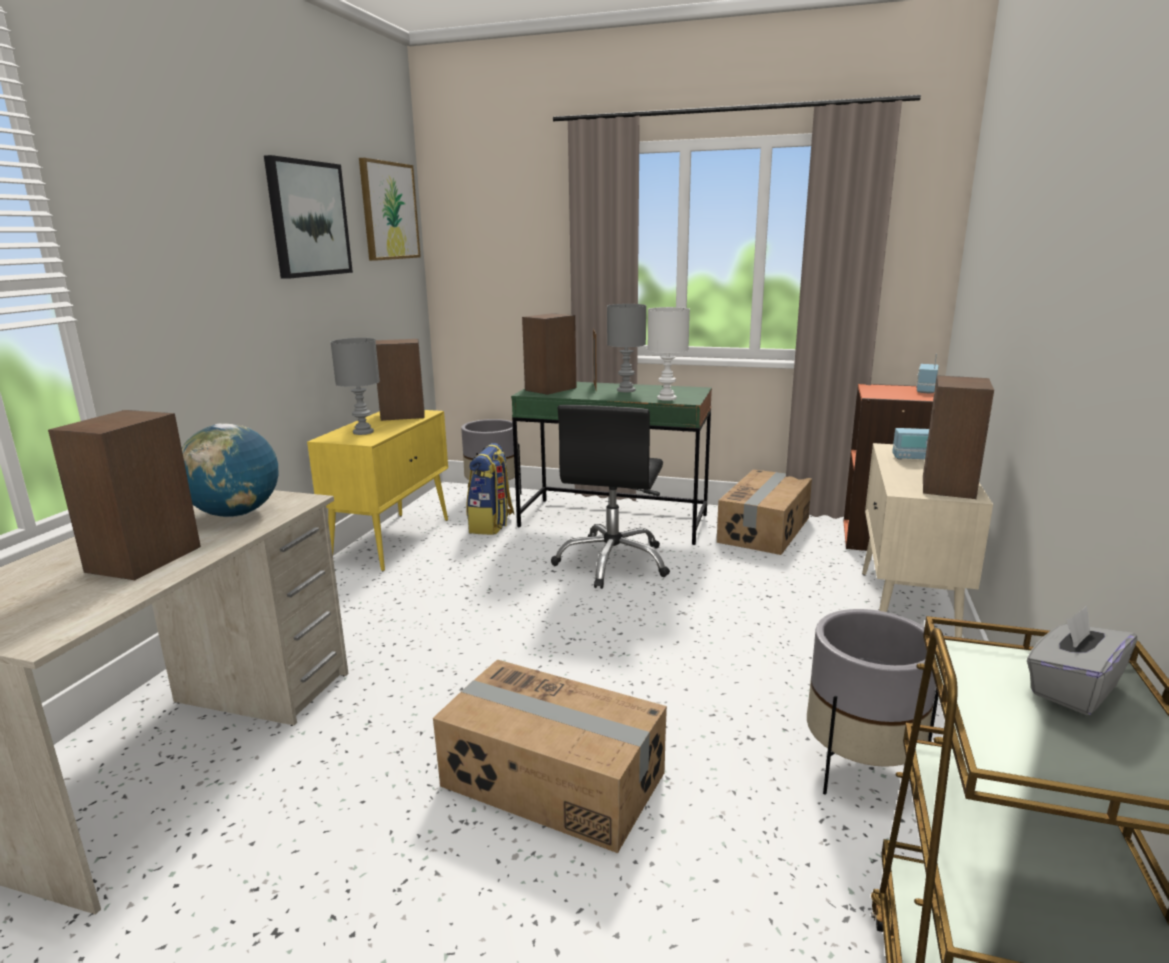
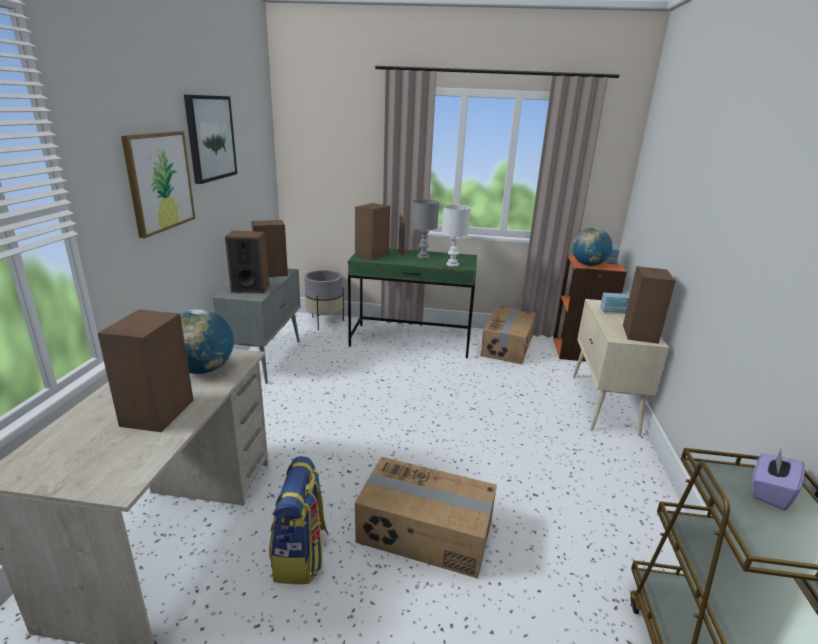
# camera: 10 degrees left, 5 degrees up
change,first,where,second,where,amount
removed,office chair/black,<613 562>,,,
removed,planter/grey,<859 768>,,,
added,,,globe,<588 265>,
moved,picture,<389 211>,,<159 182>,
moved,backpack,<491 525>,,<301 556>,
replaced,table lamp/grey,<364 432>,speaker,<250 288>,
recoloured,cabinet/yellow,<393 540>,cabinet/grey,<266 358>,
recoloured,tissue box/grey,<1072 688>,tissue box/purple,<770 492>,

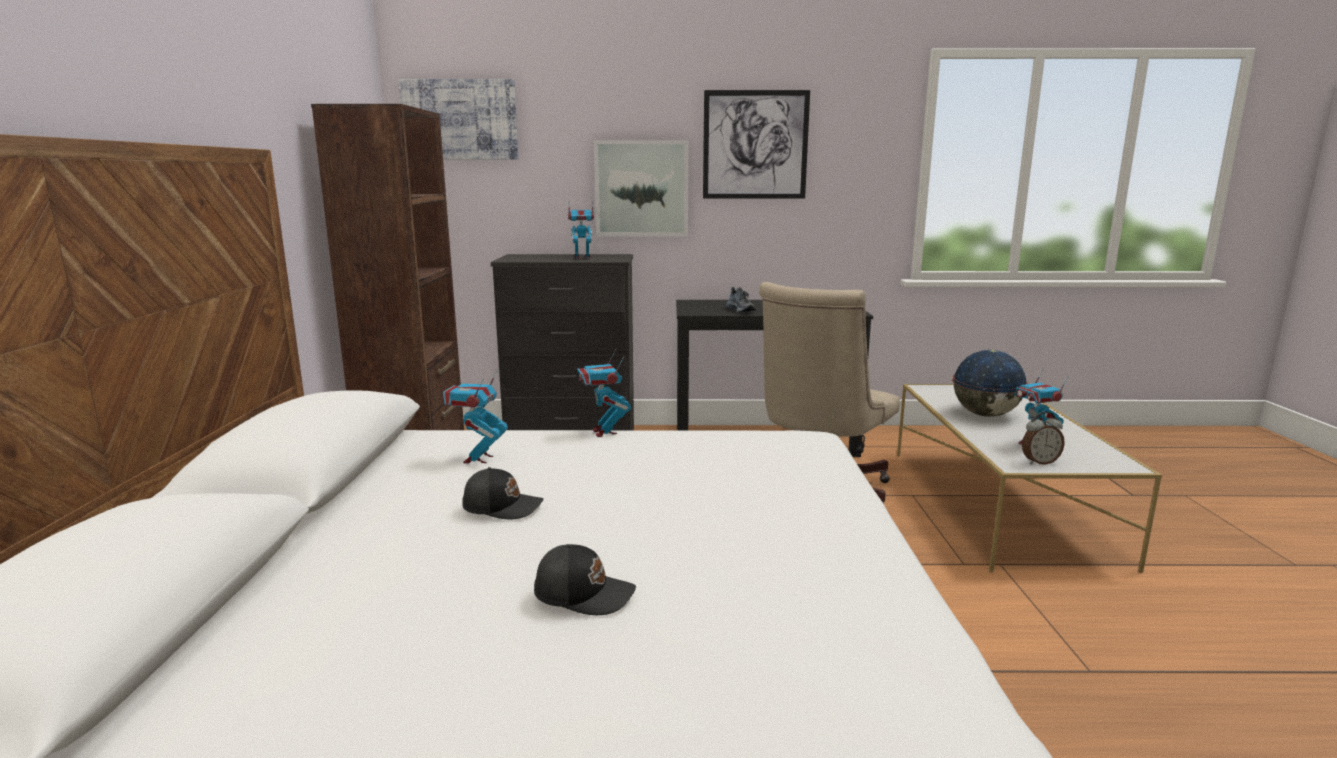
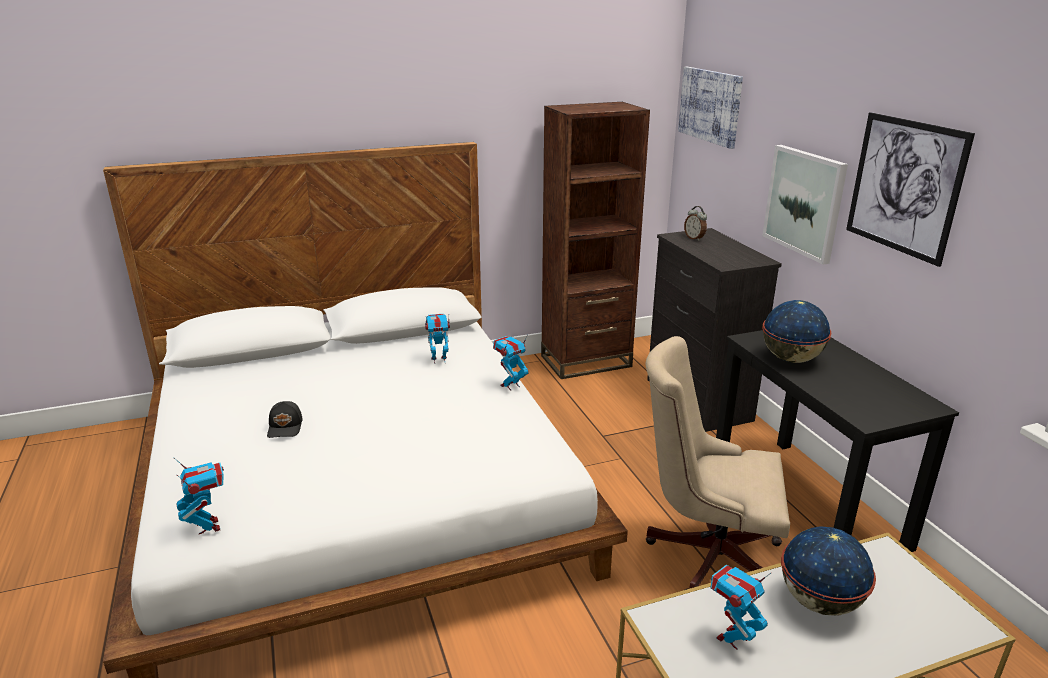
# camera: 70 degrees right, 10 degrees up
change,first,where,second,where,amount
removed,cap/black,<503 506>,,,
moved,toy robot,<582 258>,,<209 526>,
moved,alarm clock,<1039 462>,,<694 238>,
replaced,shoe,<741 310>,globe,<791 359>,

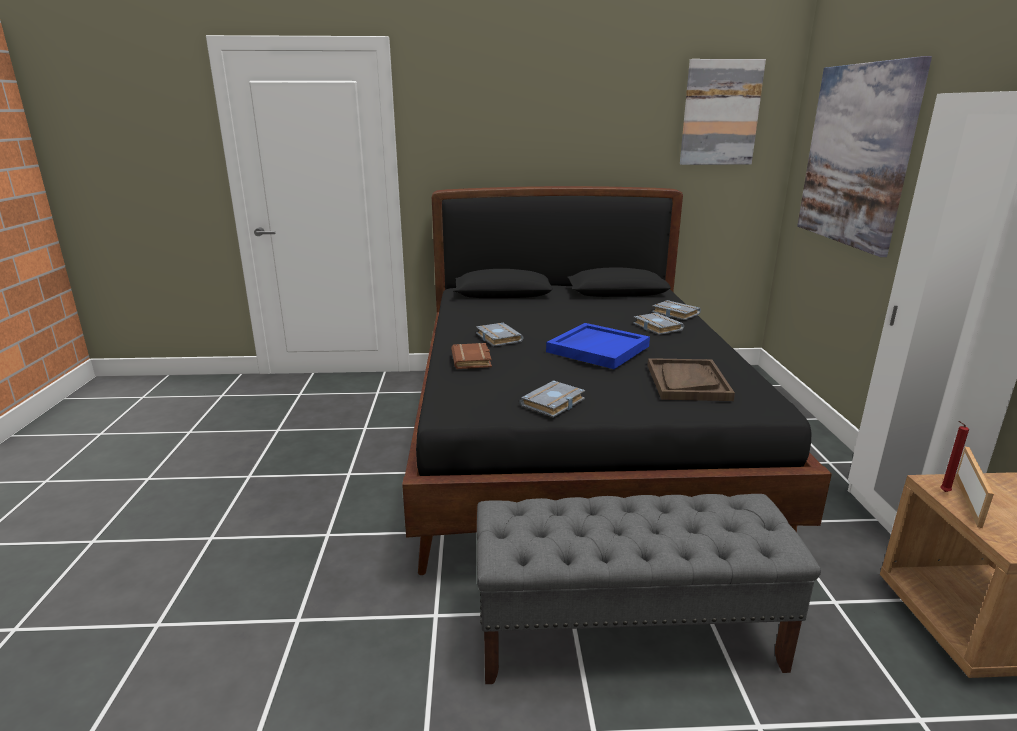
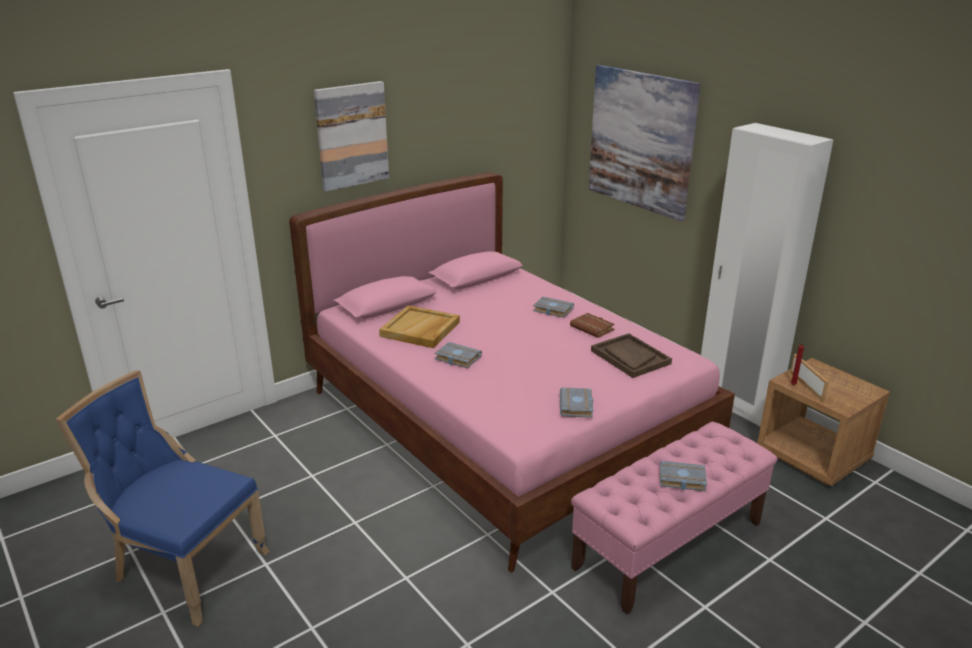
# camera: 35 degrees left, 5 degrees up
change,first,where,second,where,amount
removed,tray/blue,<597 348>,,,
added,,,chair/blue,<185 568>,
added,,,tray/beige,<420 330>,
moved,book/brown,<473 360>,,<593 328>,
moved,book/grey,<674 313>,,<681 480>,
moved,picture,<720 113>,,<351 135>,
recoloured,bed/black,<574 446>,bed/pink,<502 424>,
recoloured,bench/grey,<628 634>,bench/pink,<669 544>,

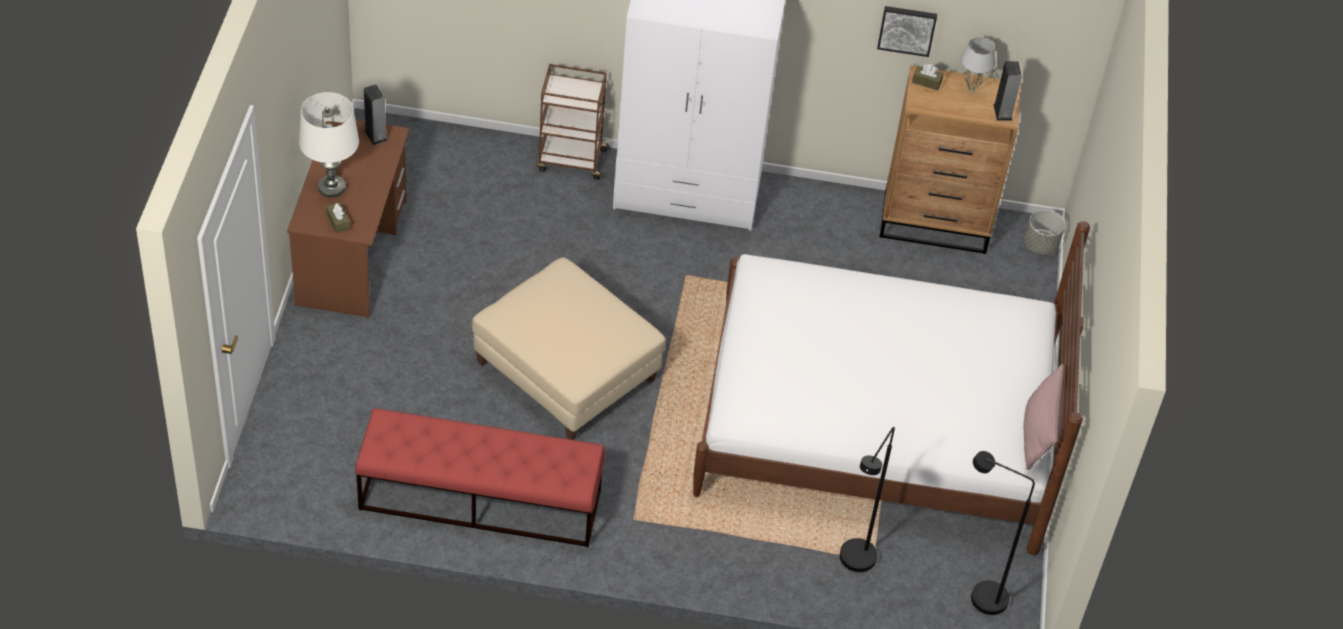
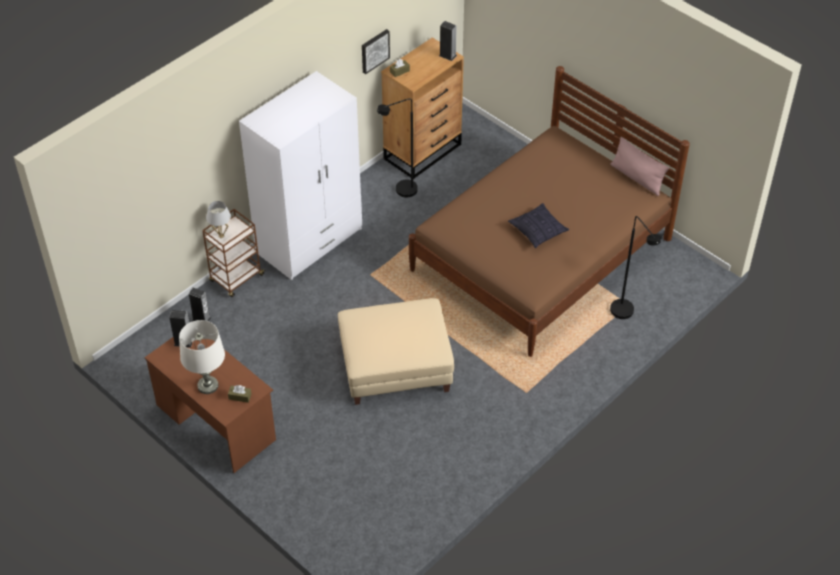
# camera: 50 degrees left, 0 degrees up
change,first,where,second,where,amount
removed,bench/red,<479 499>,,,
removed,planter/grey,<1040 245>,,,
added,,,speaker,<201 319>,
added,,,pillow,<538 231>,
moved,table lamp/white,<971 90>,,<221 236>,
moved,floor lamp/black,<978 595>,,<401 192>,
recoloured,bed/white,<875 426>,bed/brown,<541 254>,

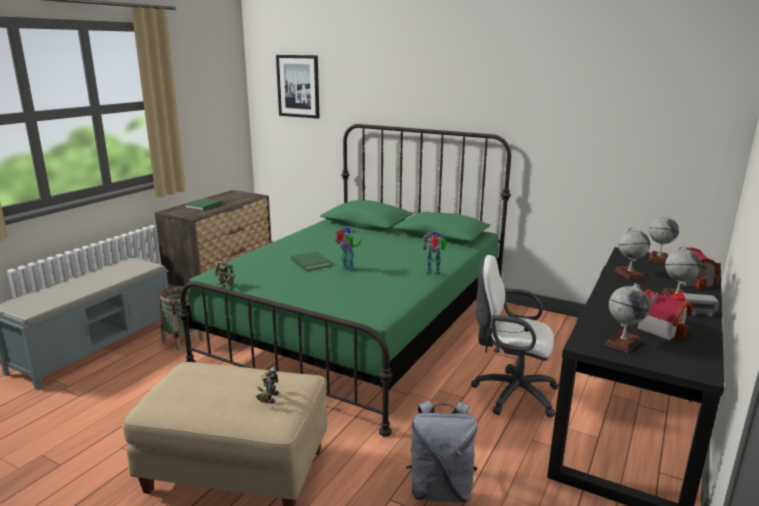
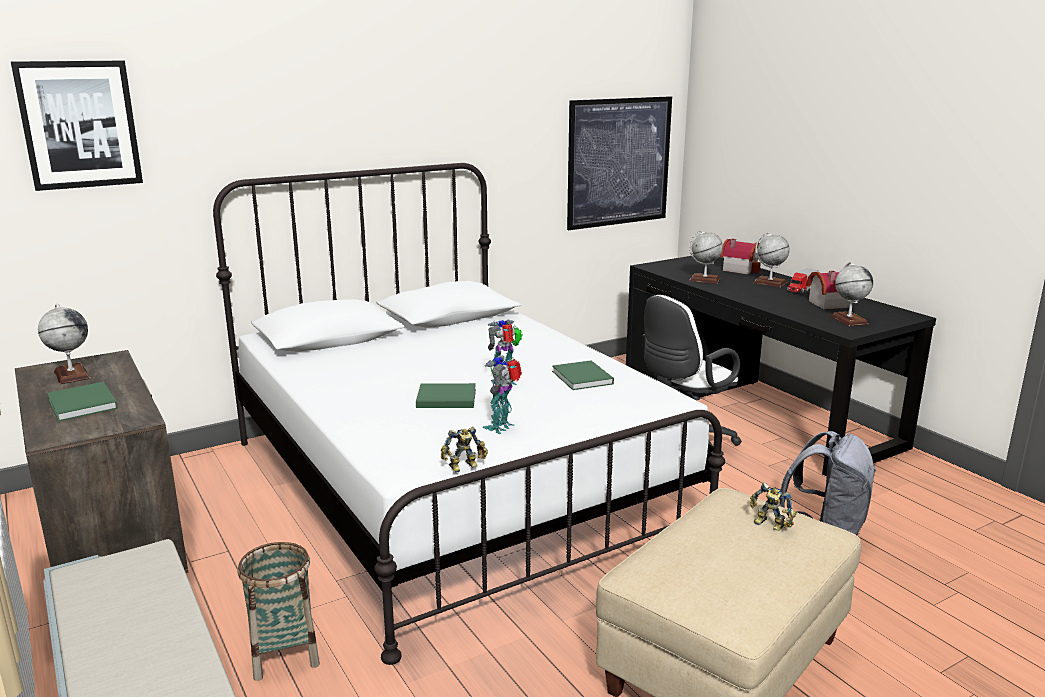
# camera: 60 degrees left, 0 degrees up
change,first,where,second,where,amount
added,,,book/green,<583 378>,
added,,,picture,<619 162>,
moved,toy robot,<434 274>,,<502 427>,
moved,globe,<658 258>,,<72 375>,
recoloured,bed/green,<361 330>,bed/white,<452 486>,

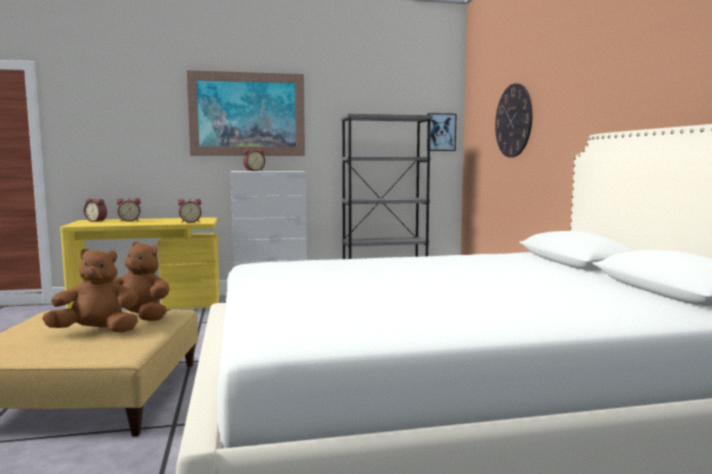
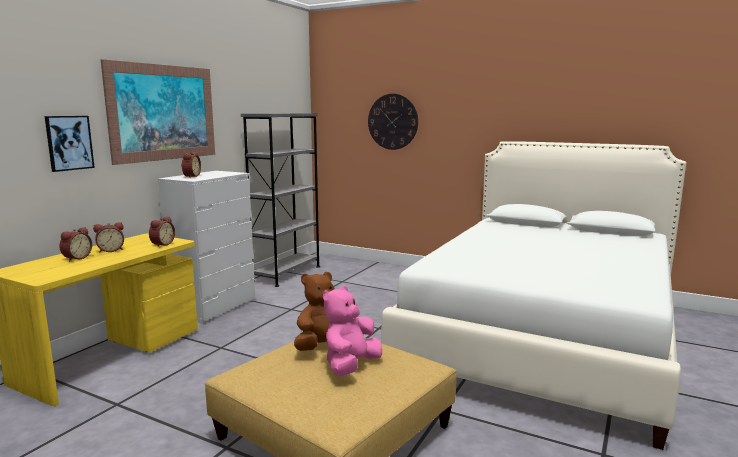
# camera: 50 degrees left, 5 degrees up
change,first,where,second,where,amount
moved,alarm clock,<97 221>,,<111 250>,
moved,picture,<441 132>,,<69 143>,
recoloured,plush toy/brown,<97 332>,plush toy/pink,<351 366>,

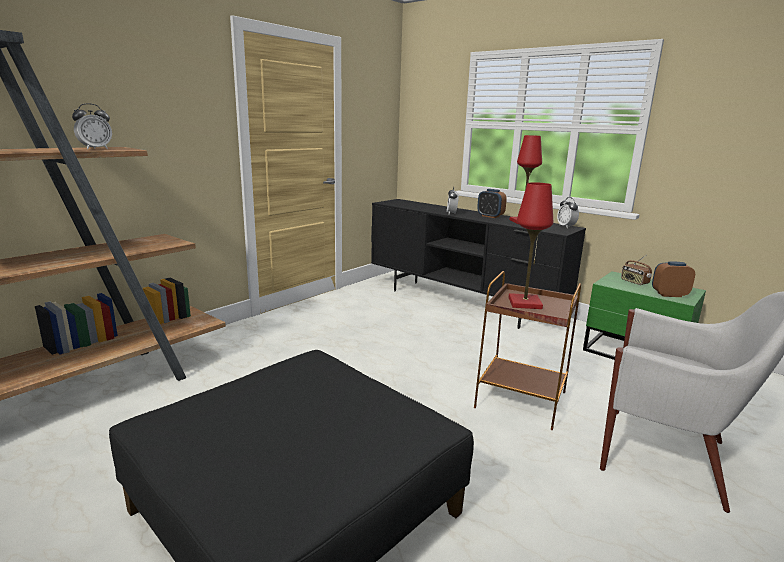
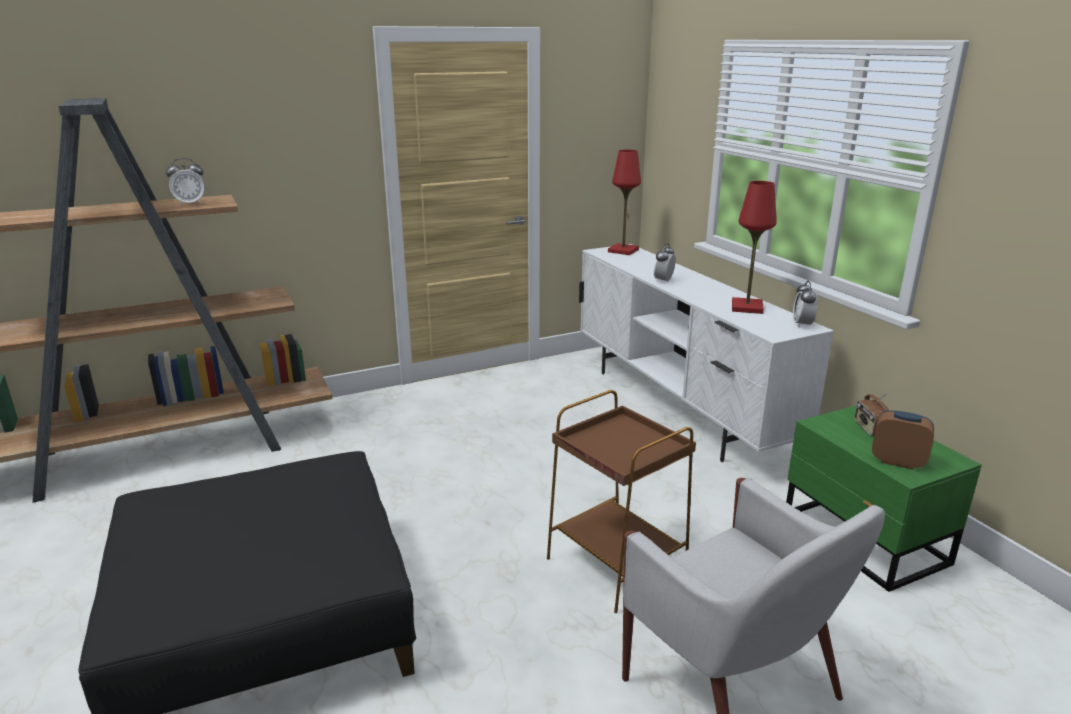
# camera: 25 degrees right, 5 degrees up
change,first,where,second,where,amount
removed,alarm clock,<490 216>,,,
moved,table lamp/red,<525 303>,,<623 251>,
recoloured,tv stand/black,<462 303>,tv stand/white,<678 408>,

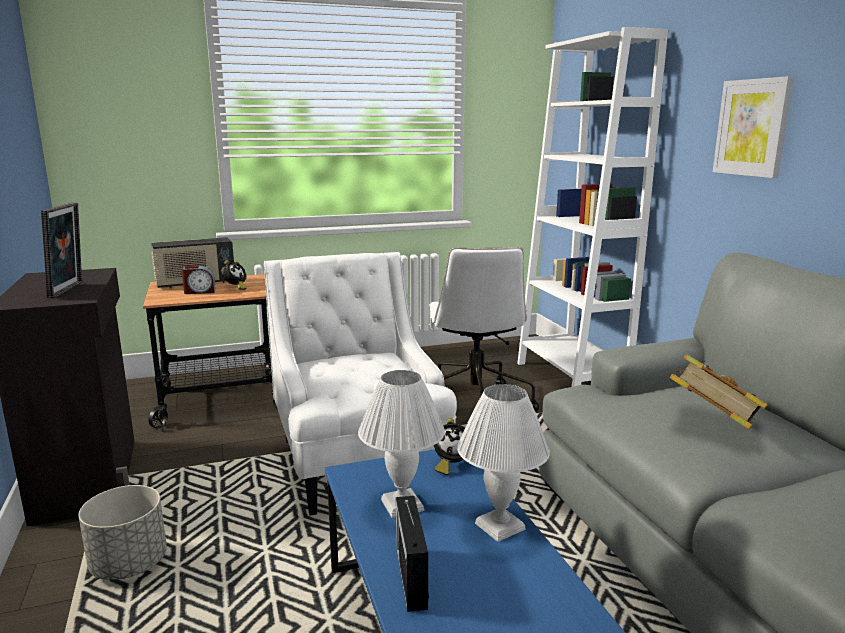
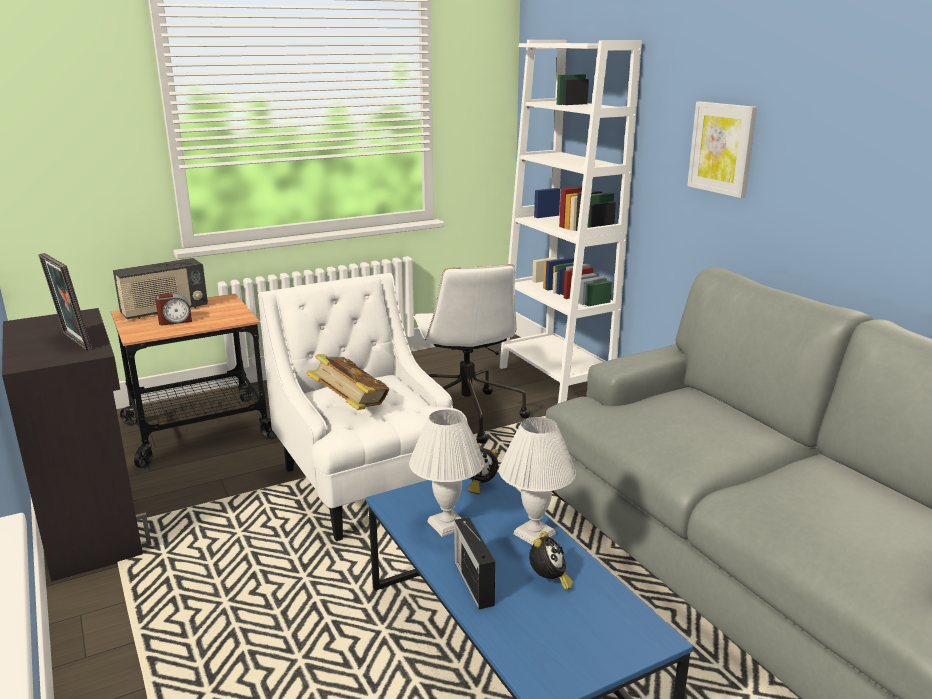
# camera: 10 degrees left, 5 degrees up
change,first,where,second,where,amount
removed,planter/grey,<129 564>,,,
moved,alarm clock,<236 288>,,<549 581>,
moved,book,<712 425>,,<350 407>,
turned,picture frame,<69 290>,,<73 342>,150 degrees clockwise

